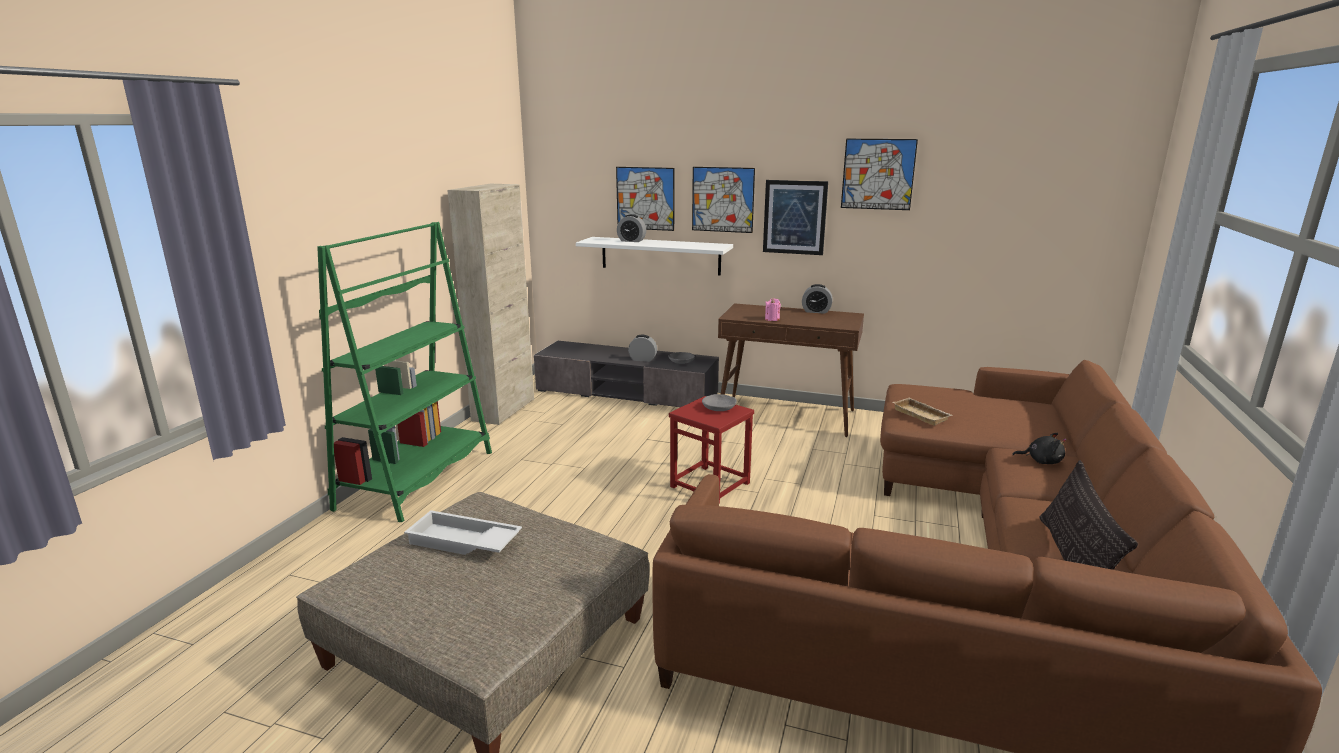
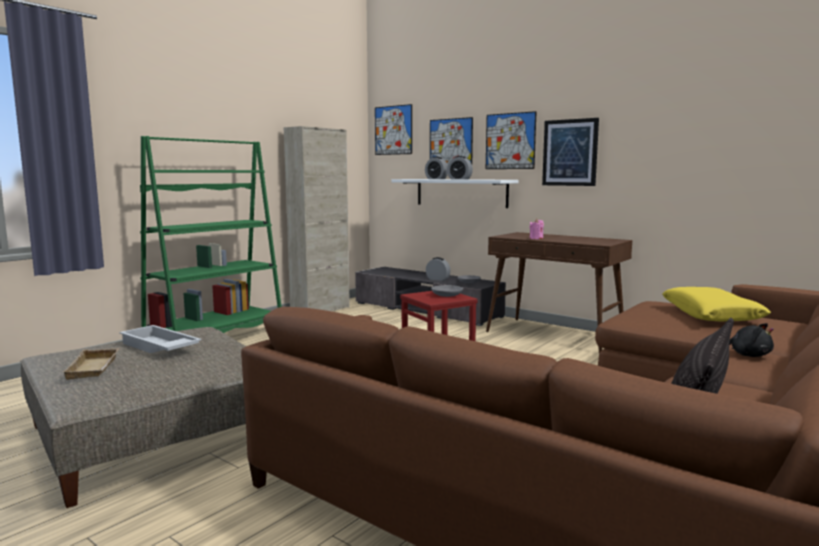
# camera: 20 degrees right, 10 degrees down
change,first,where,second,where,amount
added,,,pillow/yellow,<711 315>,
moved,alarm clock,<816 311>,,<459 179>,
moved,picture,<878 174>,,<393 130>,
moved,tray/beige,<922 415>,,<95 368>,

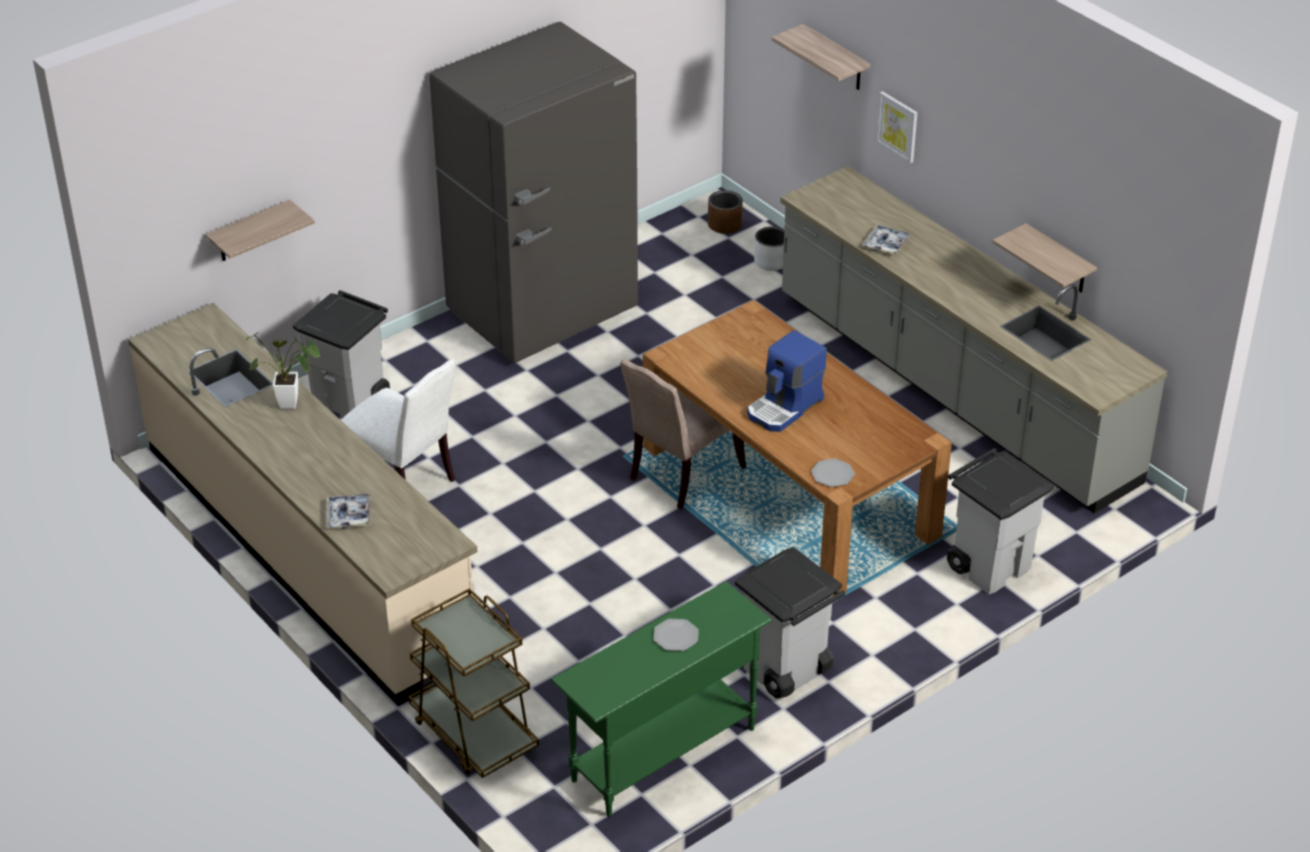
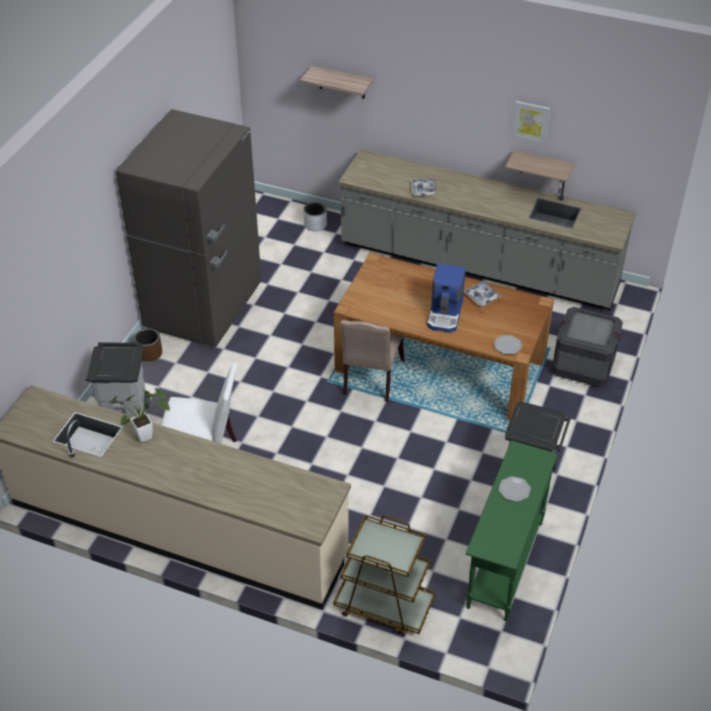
# camera: 30 degrees left, 5 degrees up
change,first,where,second,where,amount
removed,shelf,<249 232>,,,
moved,tray,<349 515>,,<482 296>,
moved,planter/brown,<725 225>,,<149 353>,
moved,picture,<897 126>,,<531 121>,
replaced,trash can/grey,<990 566>,crate,<583 364>,

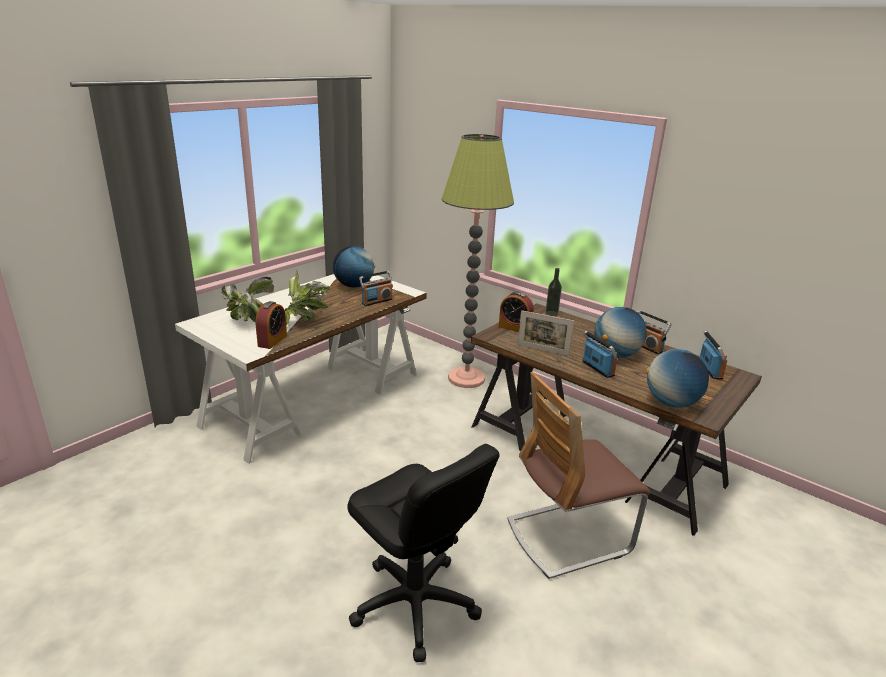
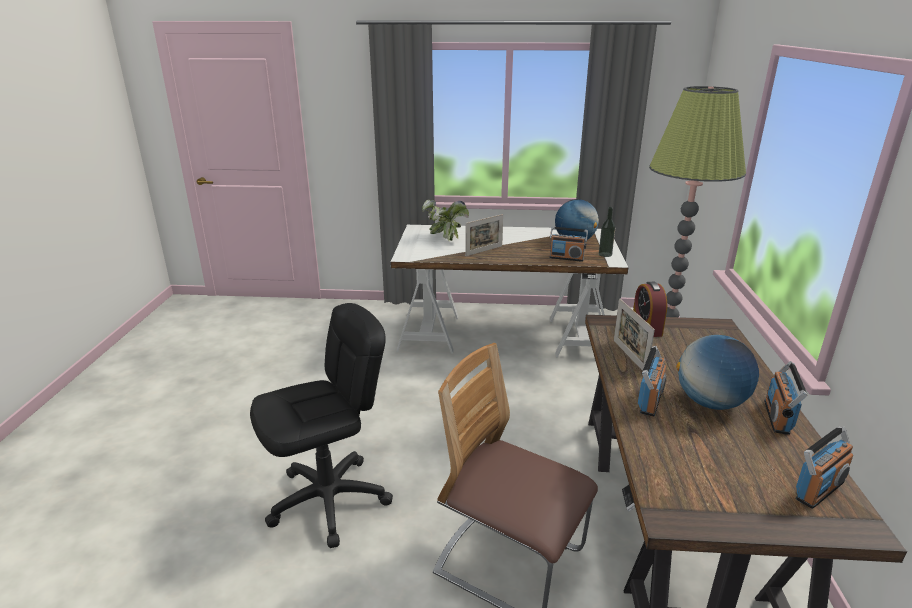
# camera: 55 degrees right, 0 degrees up
change,first,where,second,where,amount
removed,alarm clock,<272 340>,,,
removed,globe,<671 403>,,,
moved,bottle,<551 313>,,<605 254>,
replaced,potted plant,<306 320>,picture frame,<484 251>,
turned,office chair/black,<414 604>,,<329 500>,135 degrees counterclockwise

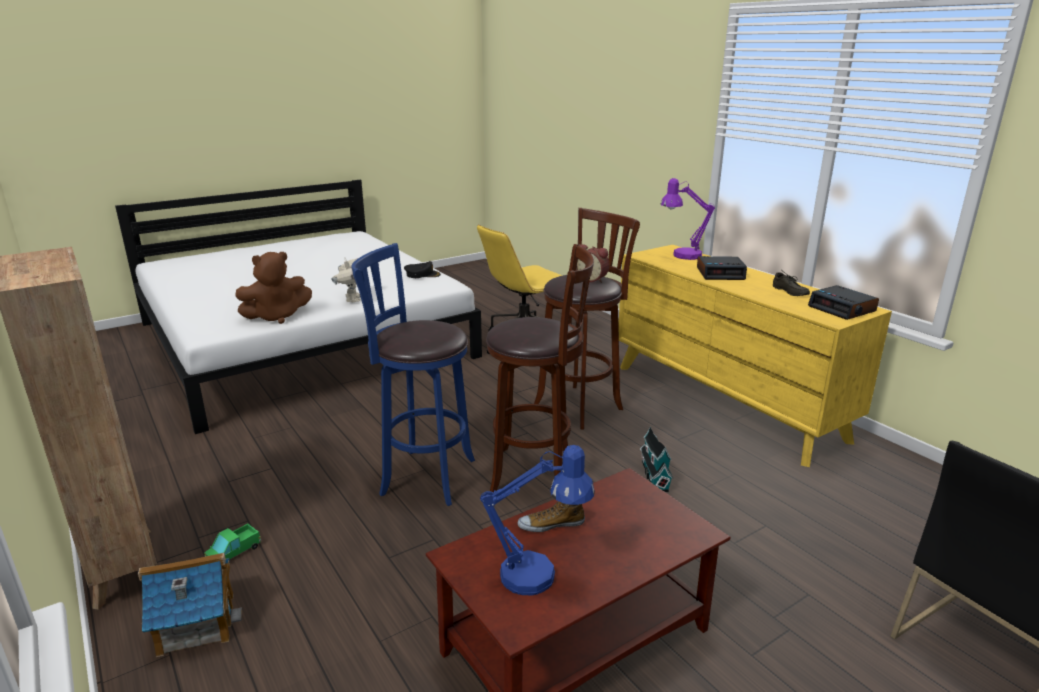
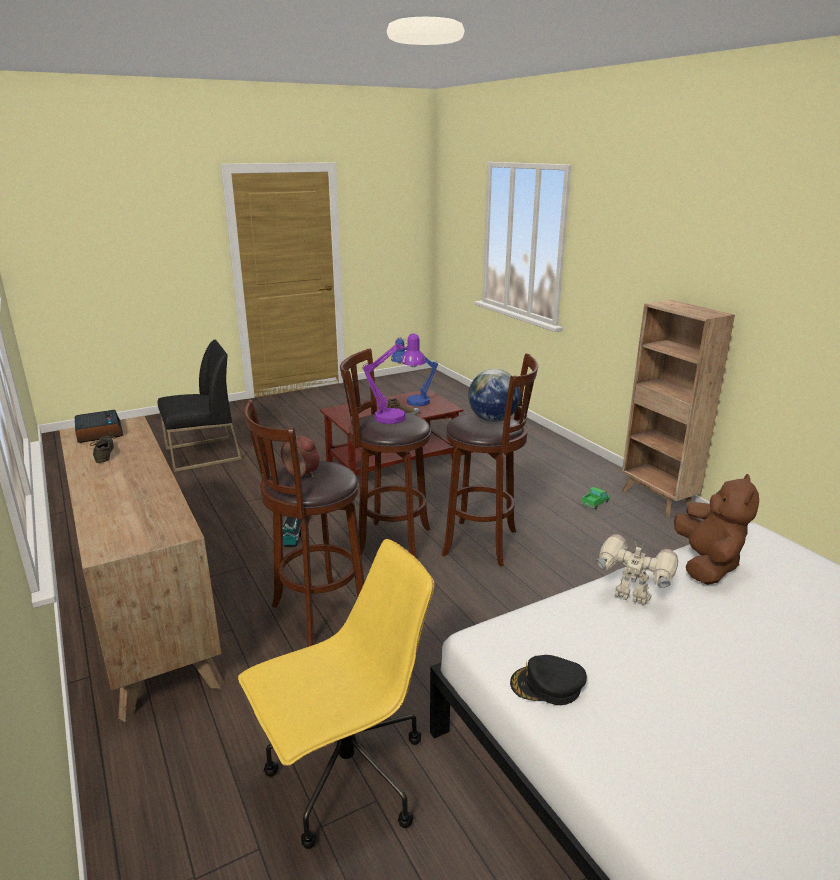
# camera: 175 degrees left, 0 degrees up
change,first,where,second,where,amount
removed,toy house,<196 623>,,,
removed,alarm clock,<720 273>,,,
added,,,globe,<493 420>,
moved,table lamp/purple,<681 256>,,<397 418>,
recoloured,stool/blue,<423 476>,stool/brown,<484 543>,
recoloured,dresser/yellow,<725 402>,dresser/brown,<146 610>,
turned,plush toy/brown,<277 317>,,<707 564>,120 degrees clockwise
turned,toy robot,<352 299>,,<631 598>,120 degrees clockwise

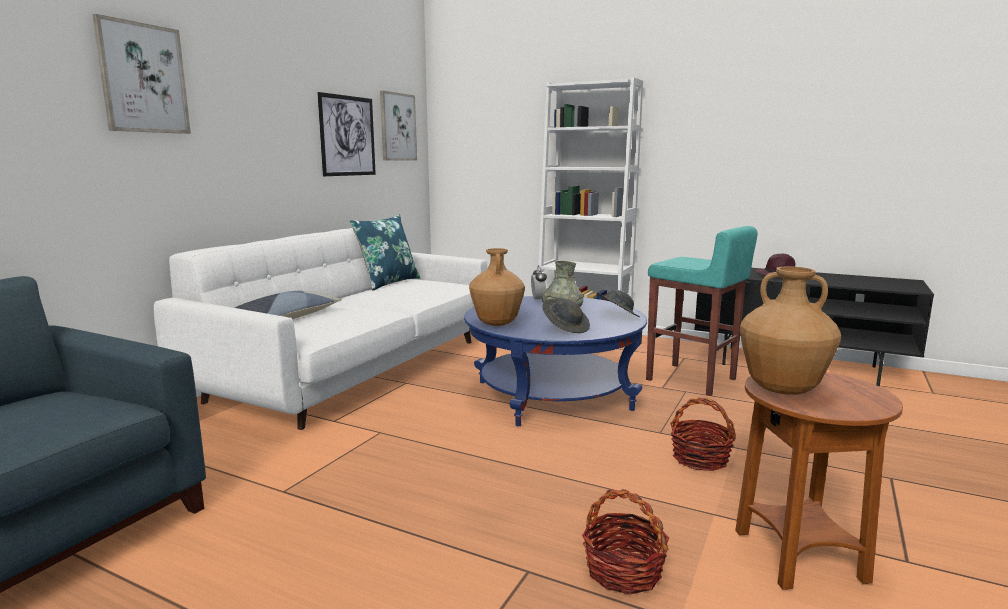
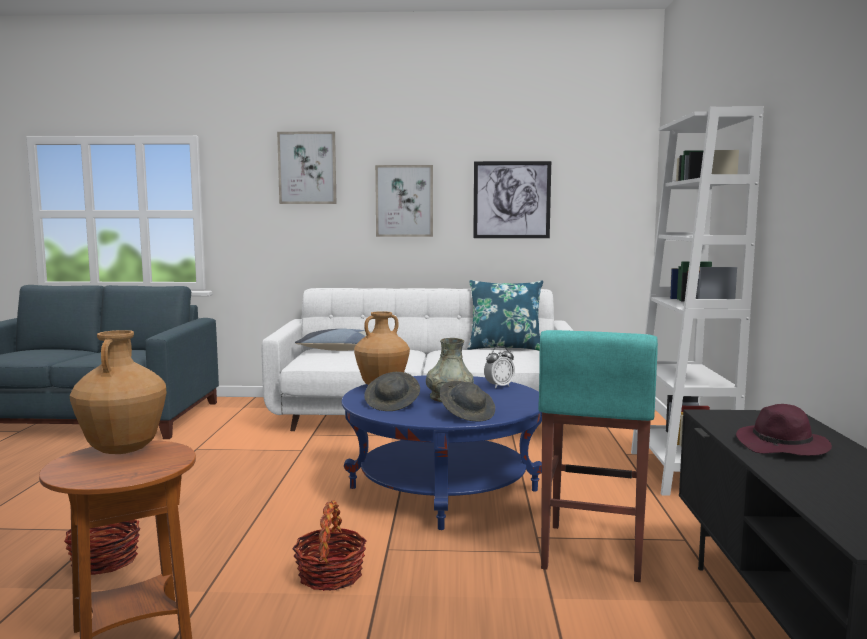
# camera: 65 degrees right, 5 degrees down
change,first,where,second,where,amount
moved,picture,<397 127>,,<404 201>,

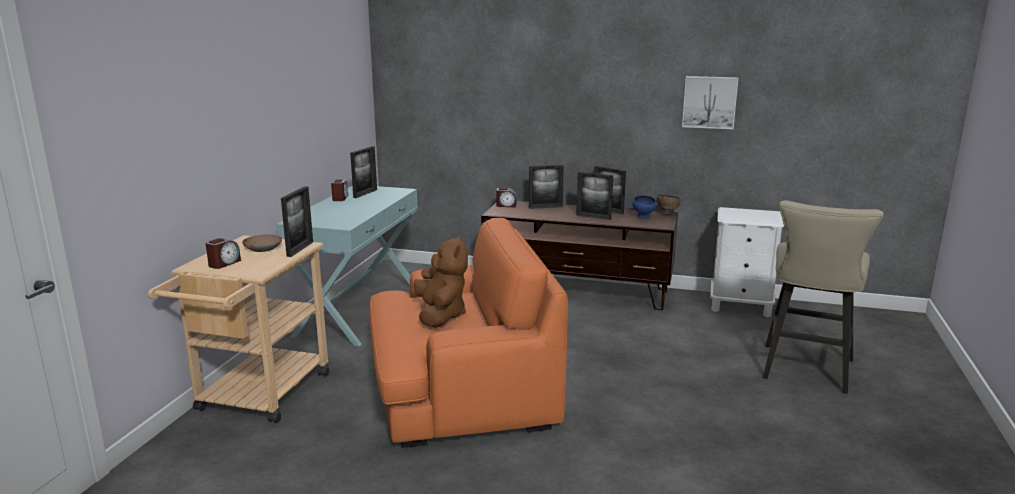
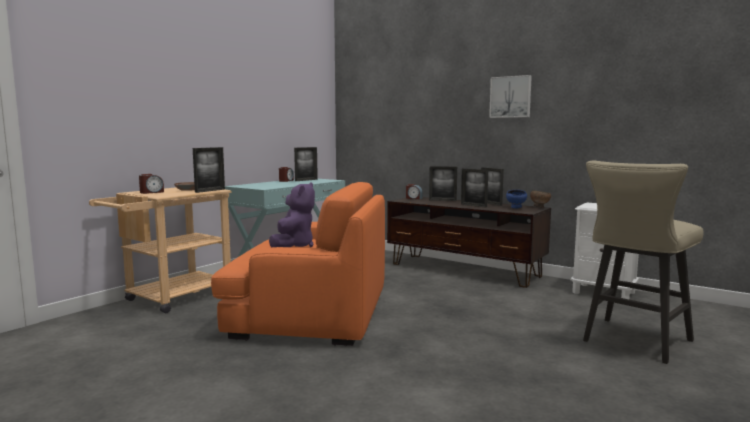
# camera: 20 degrees right, 10 degrees down
change,first,where,second,where,amount
moved,picture,<709 102>,,<510 97>,
recoloured,plush toy/brown,<440 315>,plush toy/purple,<293 246>,

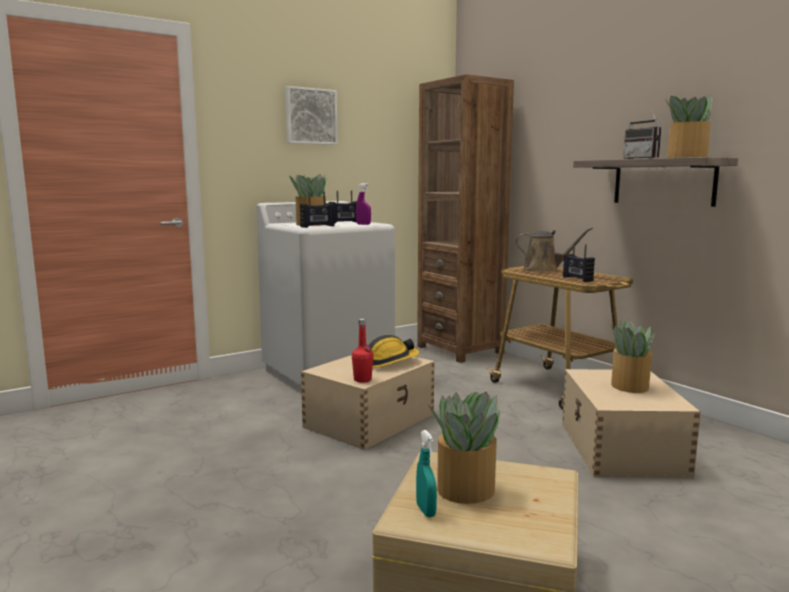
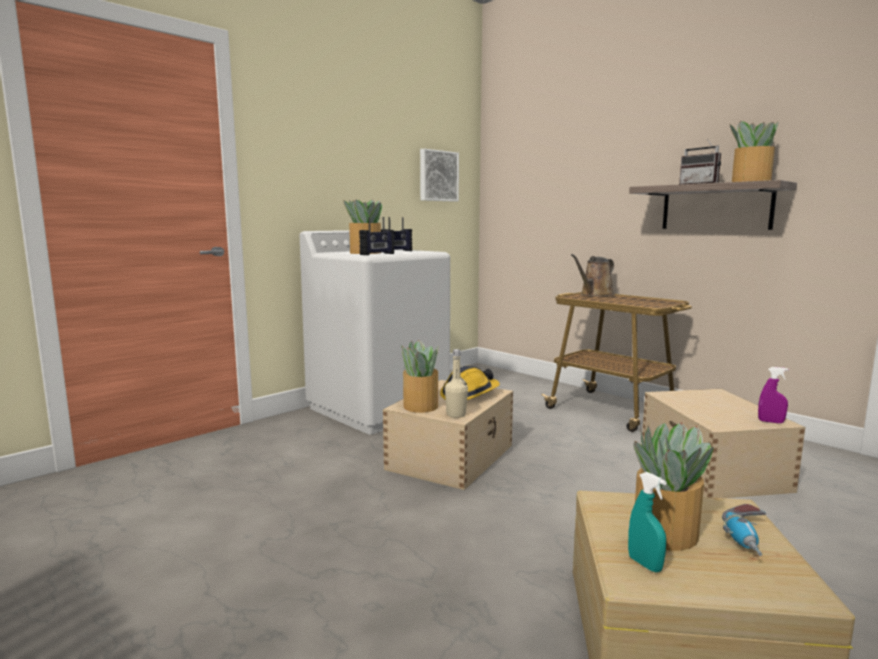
# camera: 10 degrees left, 0 degrees up
change,first,where,second,where,amount
removed,bookcase/brown,<460 349>,,,
removed,radio,<577 279>,,,
added,,,power drill,<749 539>,
moved,picture,<310 116>,,<437 176>,
moved,spray bottle/purple,<363 224>,,<771 421>,
moved,potted plant,<629 386>,,<420 406>,
recoloured,bottle/red,<362 380>,bottle/beige,<456 415>,
turned,watering can/brown,<544 269>,,<595 295>,135 degrees clockwise

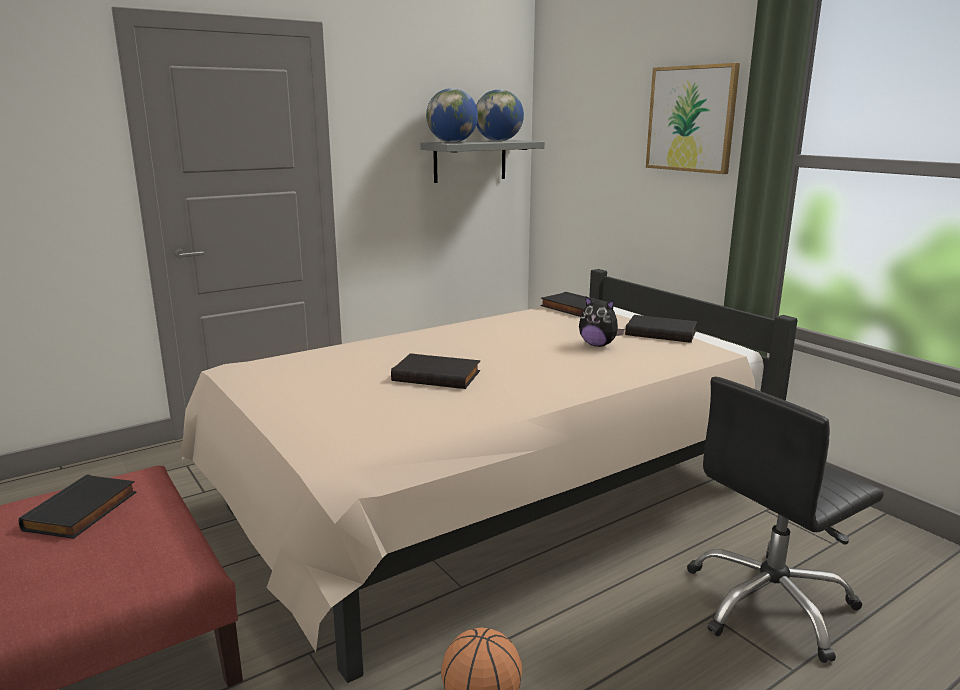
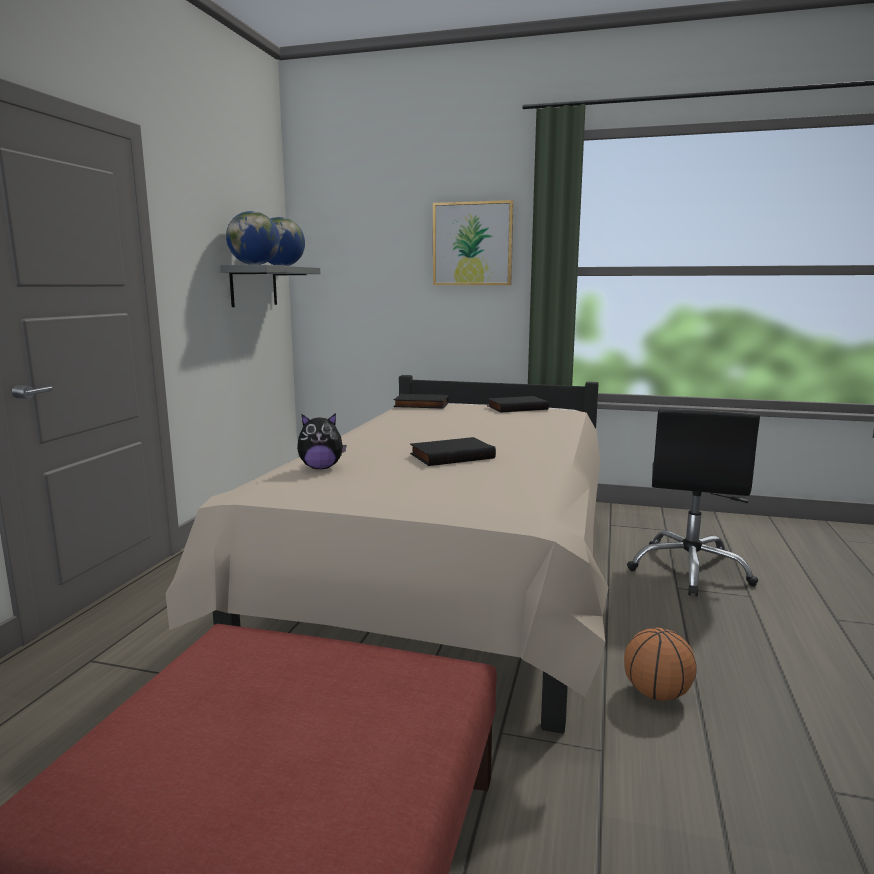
# camera: 40 degrees left, 5 degrees down
change,first,where,second,where,amount
removed,book/black,<83 512>,,,
moved,plush toy,<598 345>,,<321 468>,

